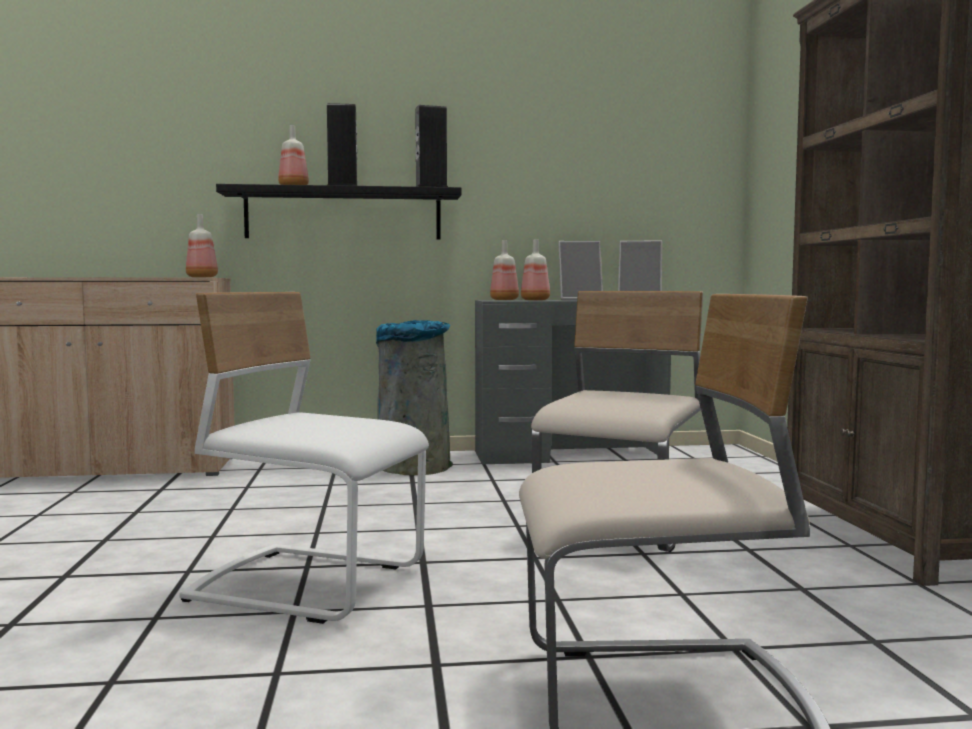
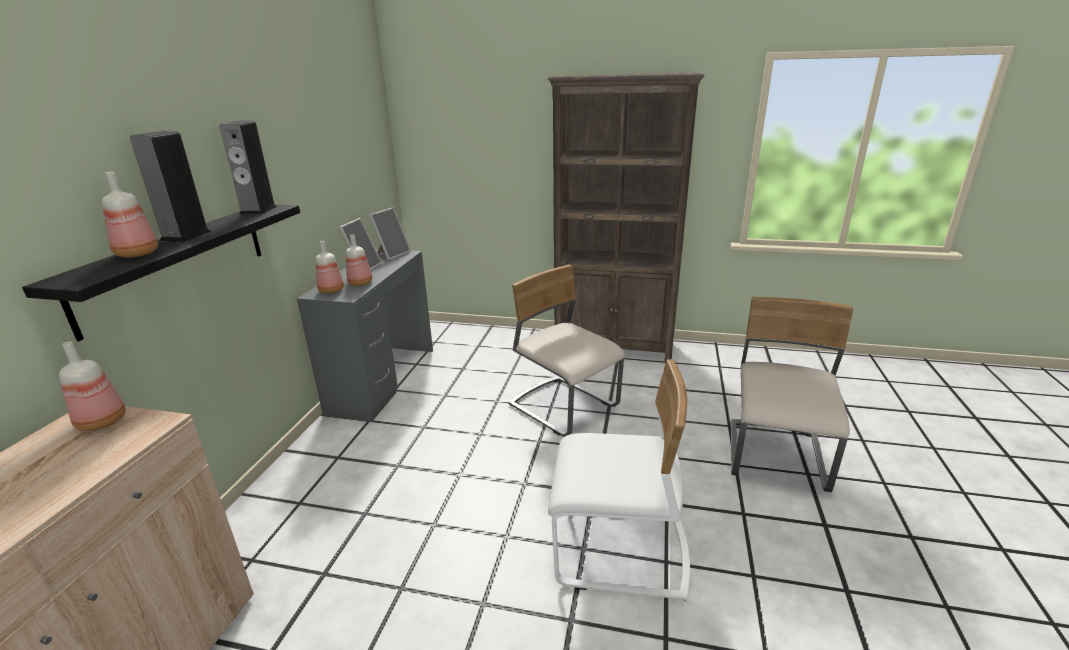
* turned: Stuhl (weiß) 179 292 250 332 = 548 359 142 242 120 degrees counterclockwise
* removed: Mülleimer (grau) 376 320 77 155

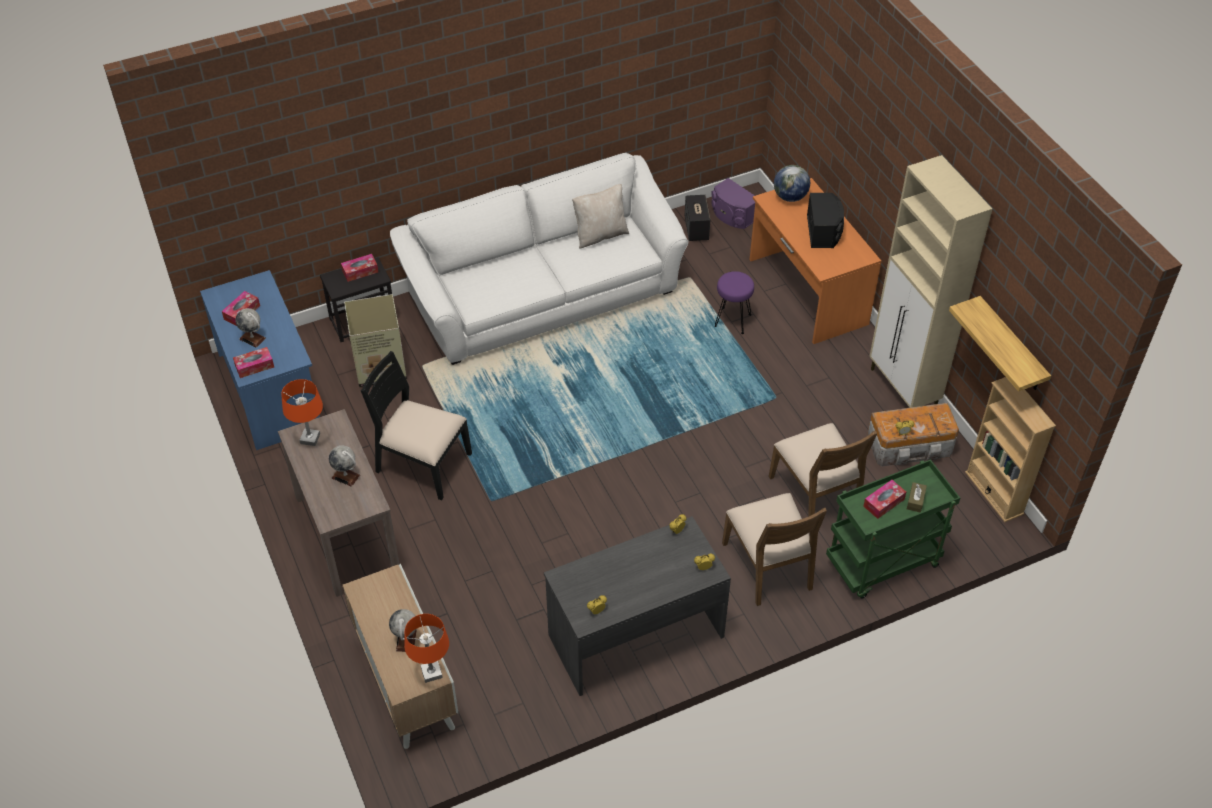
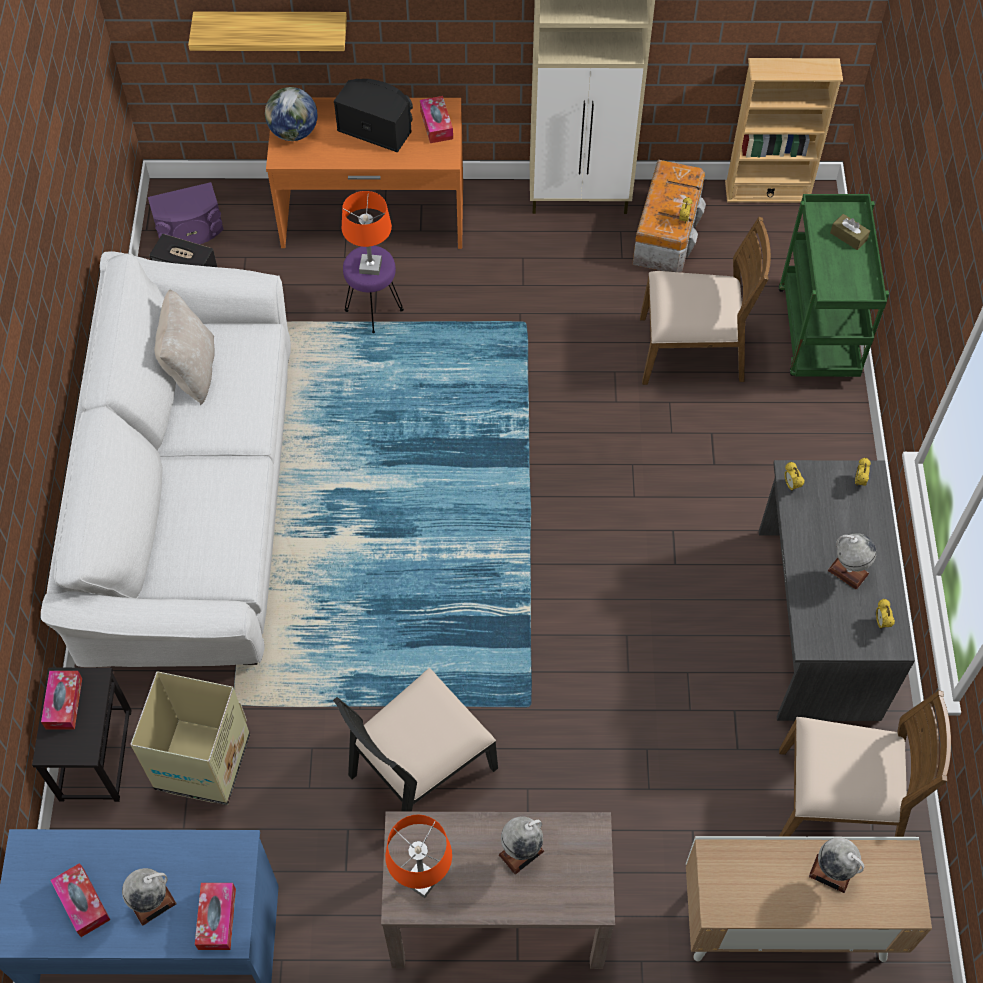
* moved: Wandregal 949 296 102 96 to 188 12 159 39
* moved: Taschentuchbox 863 480 43 39 to 420 96 33 47
* moved: Stuhl (braun) 722 493 105 113 to 779 690 172 147
* moved: Tischlampe (orange) 404 614 45 69 to 342 191 50 84
* added: Globus 828 533 48 57

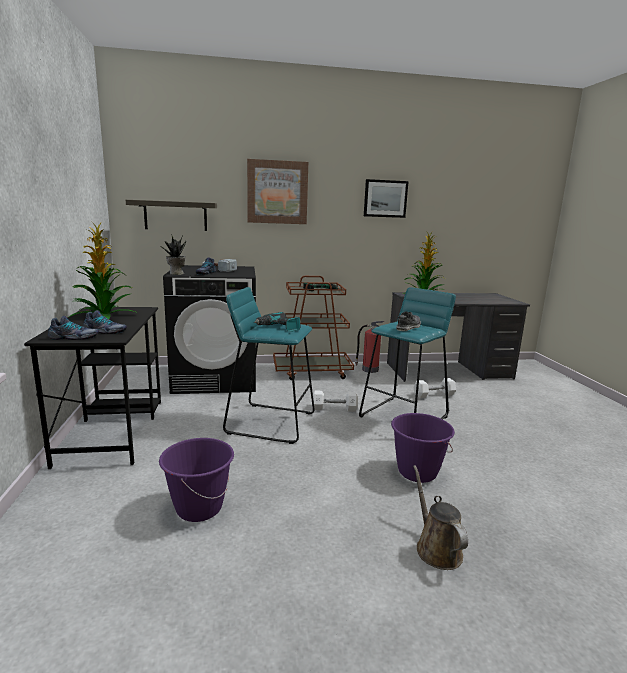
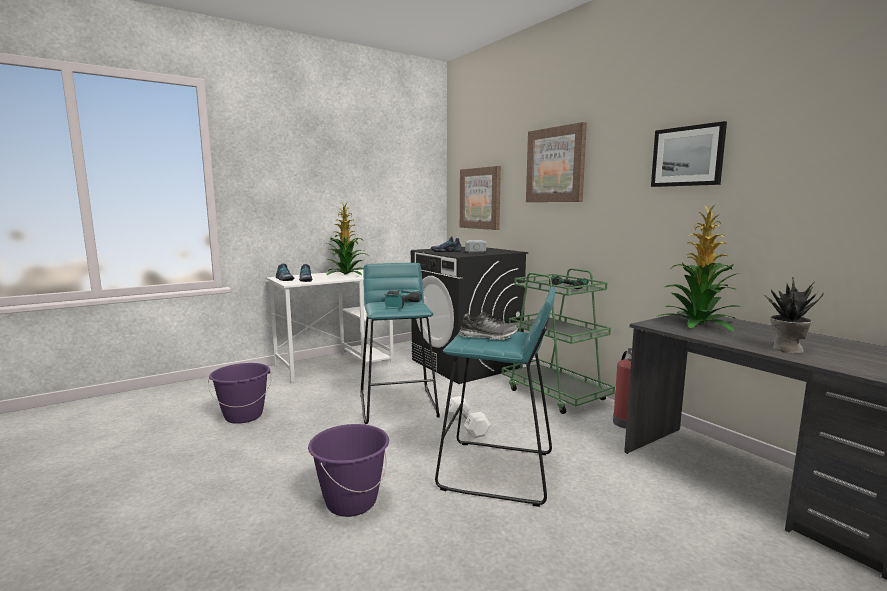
* replaced: Wandregal 126 200 91 31 to Bild 460 166 41 64
* moved: Topfpflanze 158 234 28 41 to 762 277 62 76
* recoloured: Rollwagen (braun) 273 276 81 104 to Rollwagen (grün) 502 268 113 146
* recoloured: Schreibtisch (schwarz) 24 307 137 162 to Schreibtisch (weiß) 266 270 128 113
* removed: Hantel (weiß) 413 378 43 20
* removed: Gießkanne (braun) 413 465 55 105

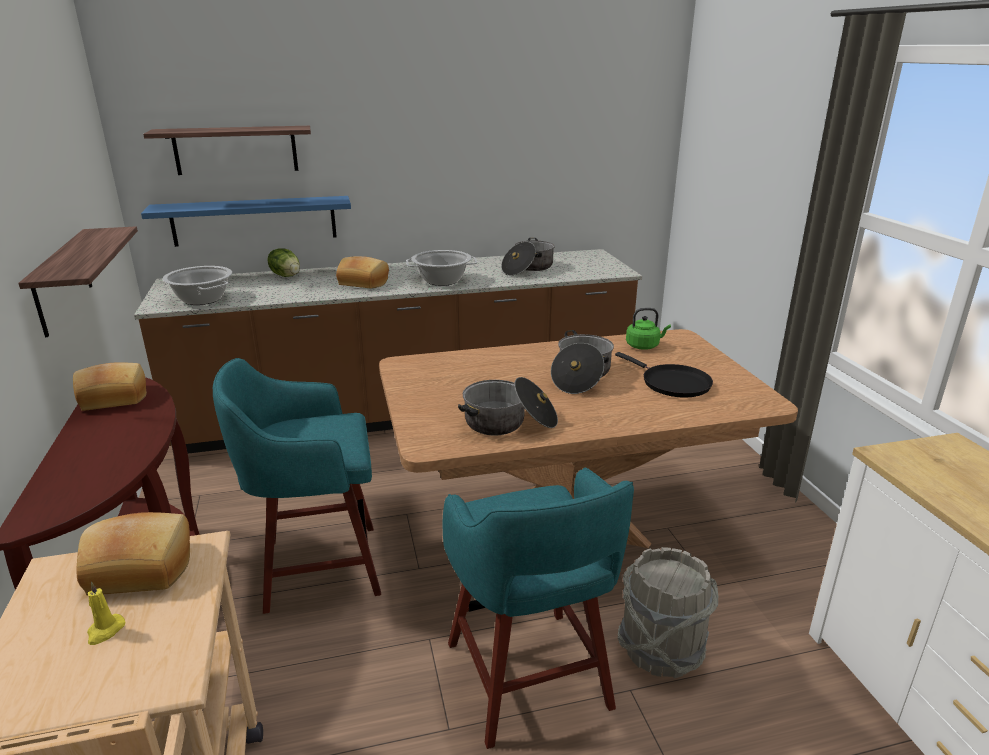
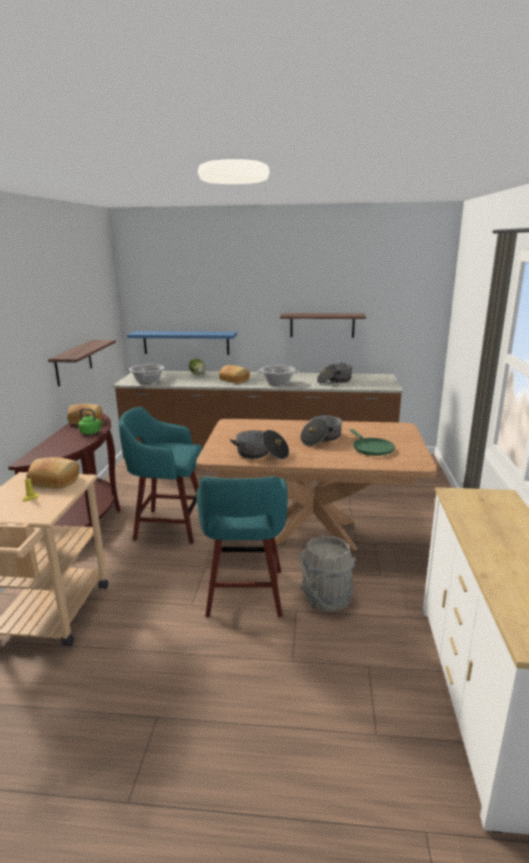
* moved: Wandregal 143 126 168 49 to 280 313 86 25
* moved: Wasserkessel (grün) 626 308 45 42 to 78 409 25 26
* recoloured: Pfanne (schwarz) 615 352 98 45 to Pfanne (grün) 350 429 45 27

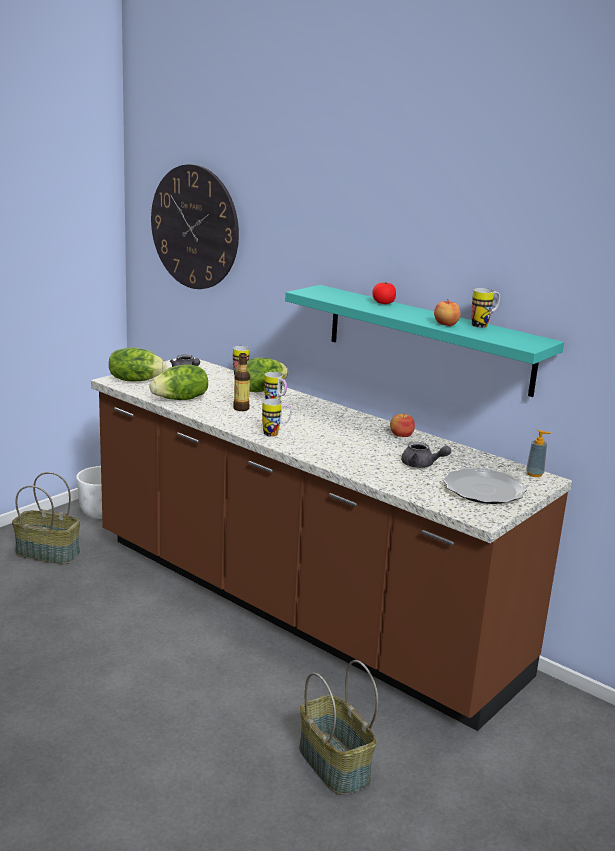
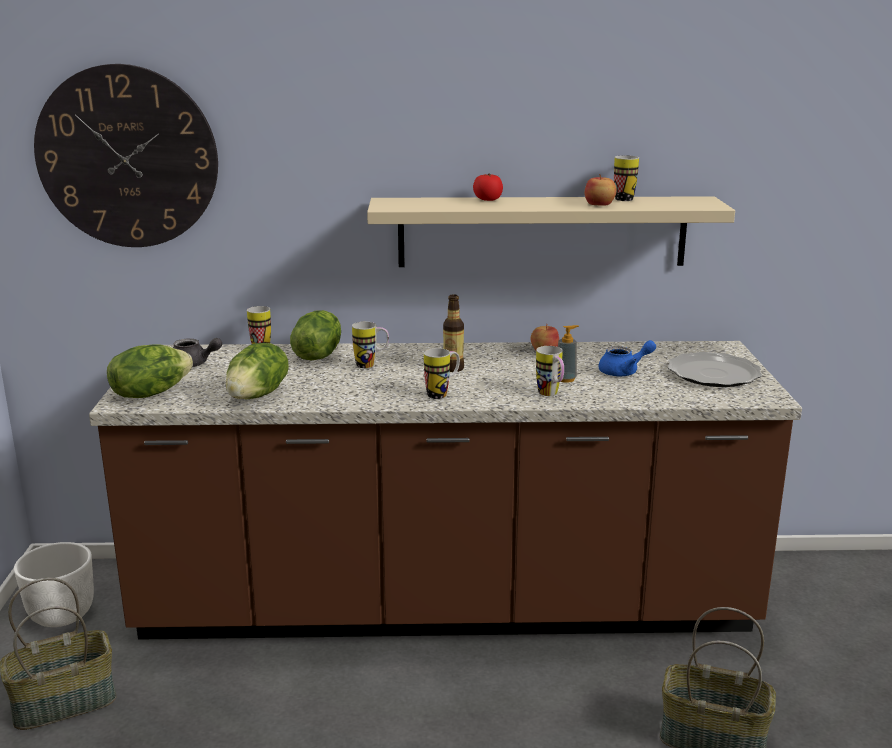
* recoloured: Wandregal (türkis) 285 285 279 112 to Wandregal (beige) 367 196 368 71
* moved: Flasche 233 353 17 58 to 443 294 21 78
* moved: Seifenspender 526 430 24 47 to 558 325 21 58
* recoloured: Teekanne (grau) 401 442 50 26 to Teekanne (blau) 599 340 57 36
* added: Henkelbecher 536 346 28 50

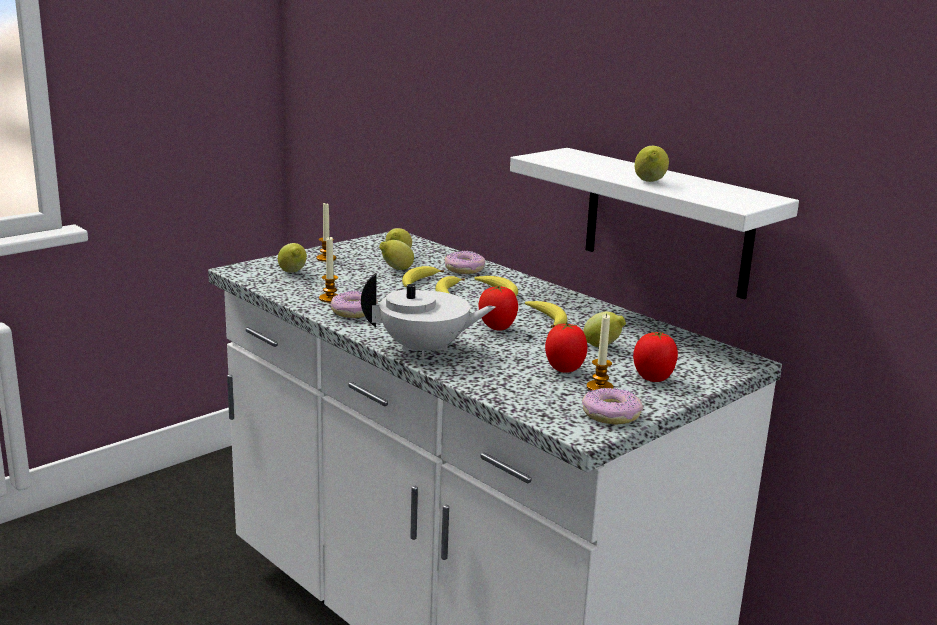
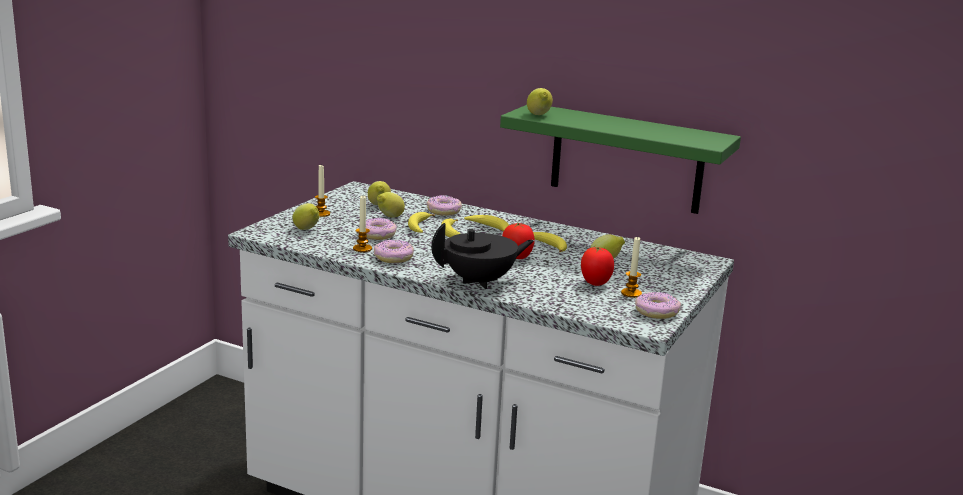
* moved: Zitrone 635 146 34 36 to 527 88 26 27
* recoloured: Wandregal (weiß) 510 148 289 151 to Wandregal (grün) 500 105 241 109
* recoloured: Teekanne (weiß) 361 273 135 86 to Teekanne (schwarz) 431 223 103 66
* removed: Tomate 633 332 45 50
* added: Donut 359 218 38 22

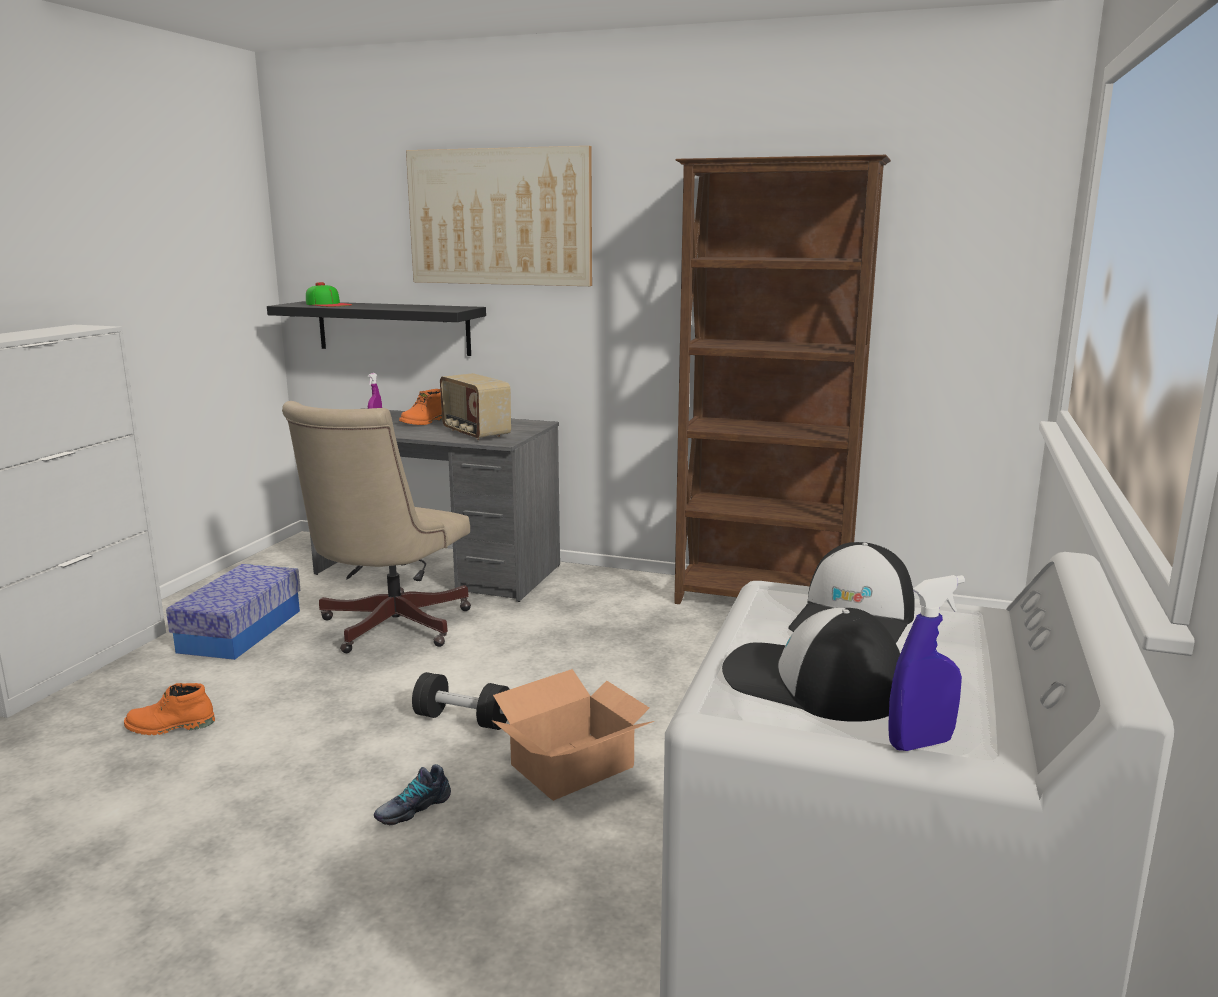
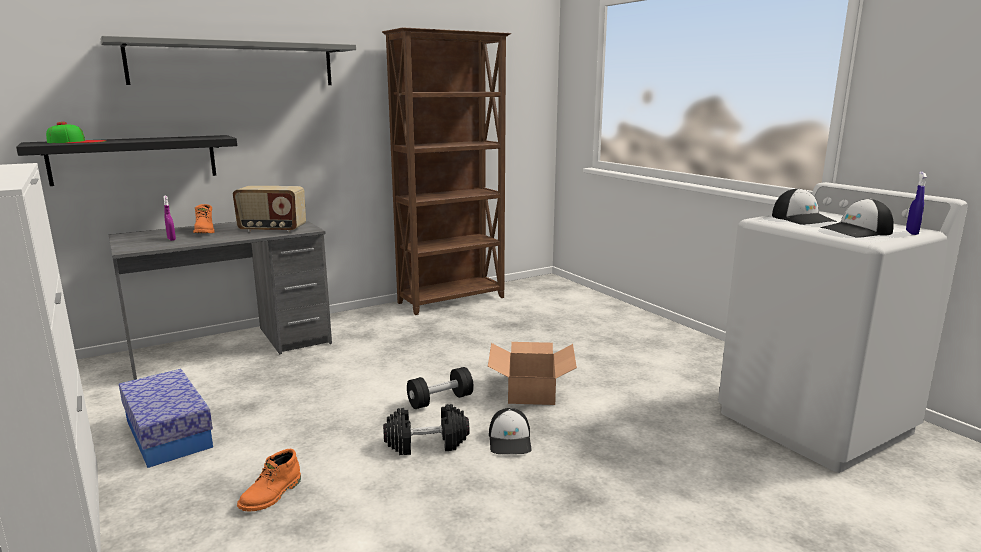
* replaced: Bild 406 146 186 140 to Wandregal (grau) 101 36 255 49
* removed: Bürostuhl (beige) 282 401 189 252
* replaced: Schuh 374 764 77 61 to Kappe 489 408 42 46
* added: Hantel (schwarz) 383 404 87 51

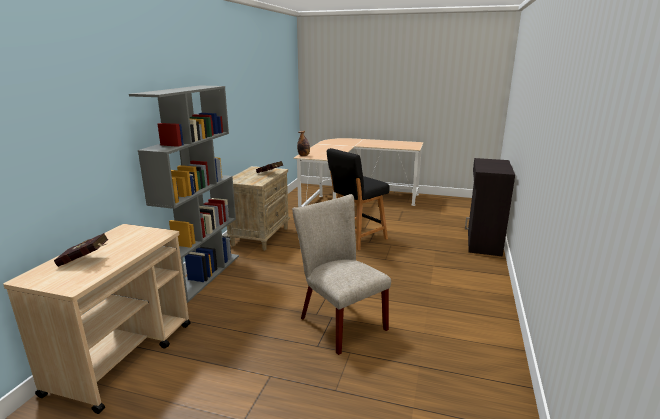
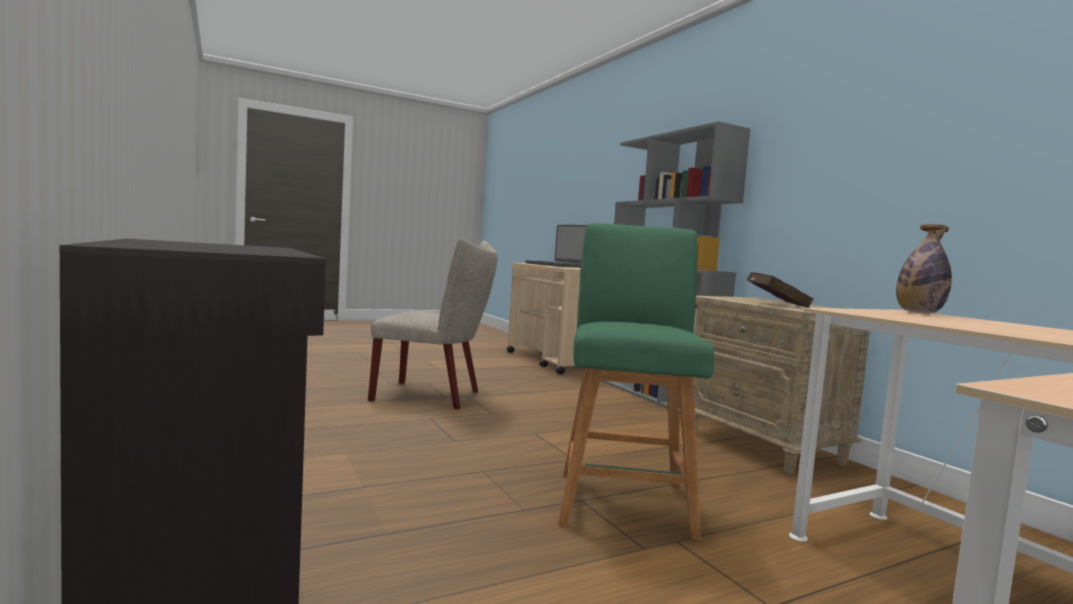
* recoloured: Hocker (schwarz) 327 148 62 102 to Hocker (grün) 558 223 156 317
* replaced: Buch (rot) 54 233 55 34 to Laptop 526 225 61 43

